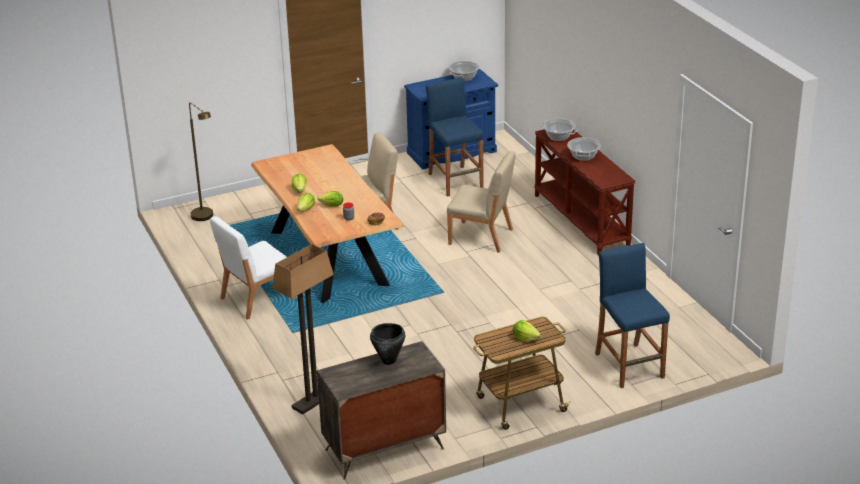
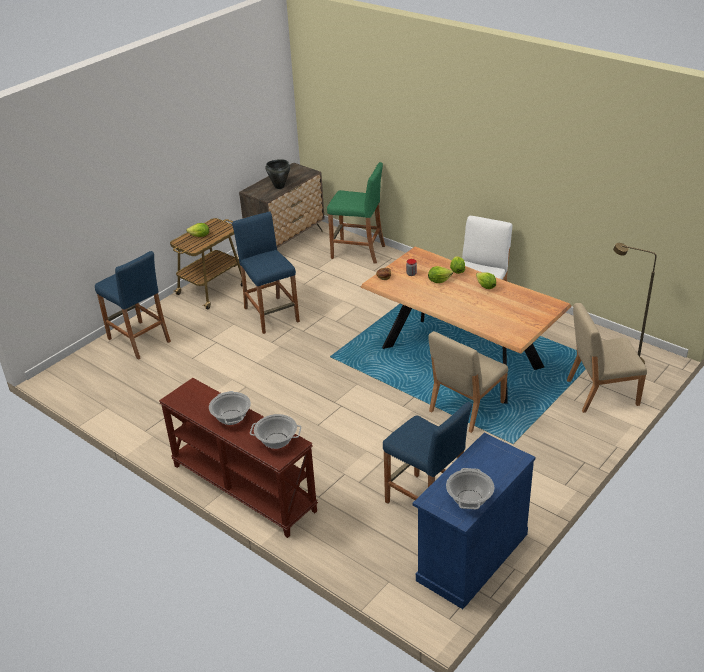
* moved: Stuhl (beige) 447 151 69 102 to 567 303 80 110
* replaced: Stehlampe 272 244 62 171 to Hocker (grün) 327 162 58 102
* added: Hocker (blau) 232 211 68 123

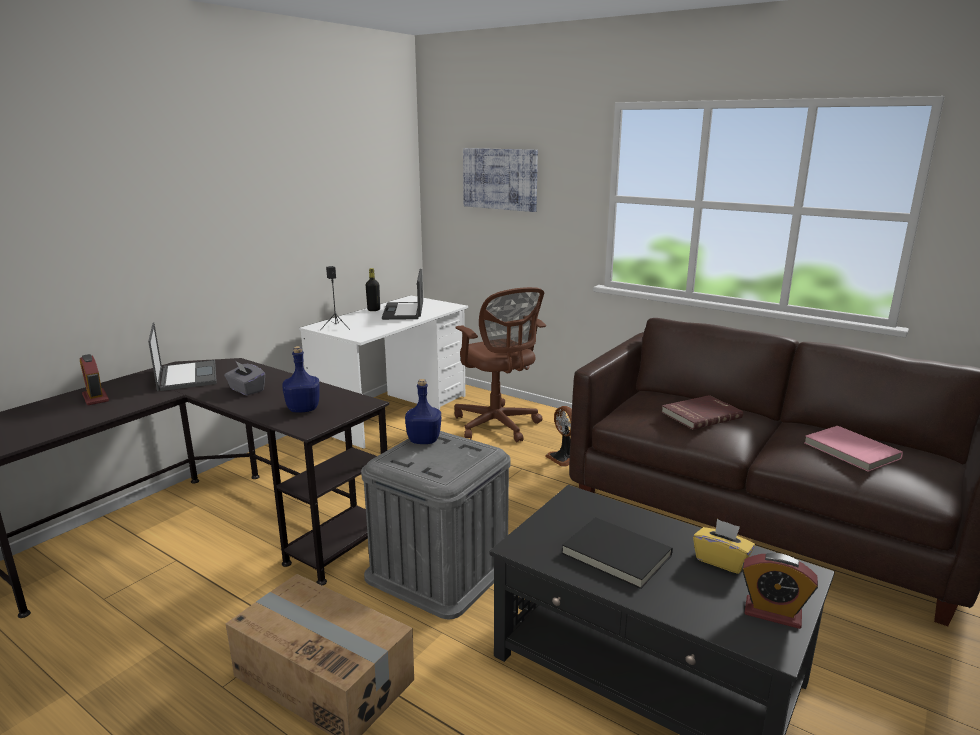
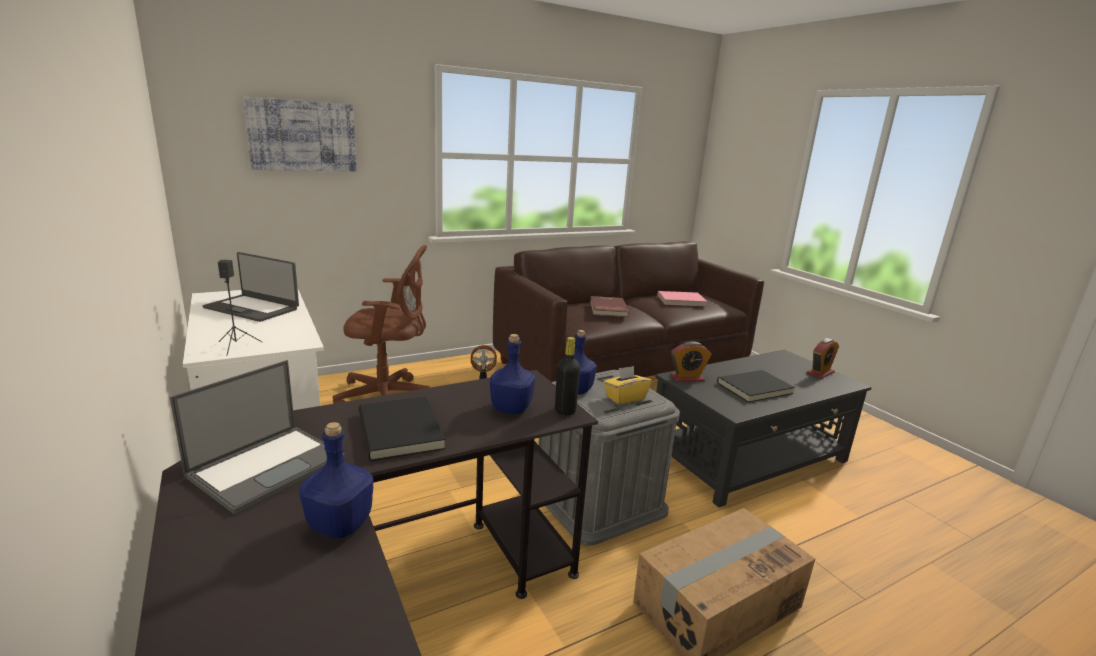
* moved: Flasche (schwarz) 366 268 14 43 to 555 337 25 79
* turned: Laptop 148 322 69 69 = 170 360 175 155 120 degrees clockwise
* moved: Wecker 80 354 29 51 to 671 341 41 41
* replaced: Taschentuchbox (grau) 224 362 41 34 to Buch (schwarz) 359 396 87 65
* moved: Taschentuchbox (gelb) 693 519 62 55 to 604 366 47 39
* added: Flasche (blau) 299 422 74 116

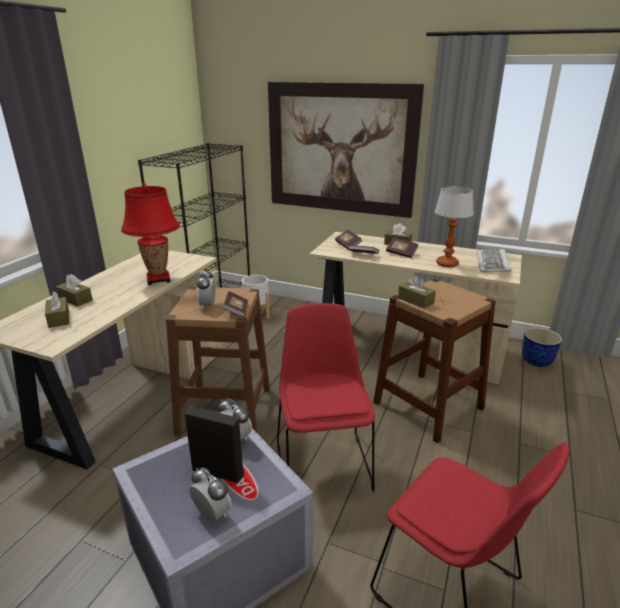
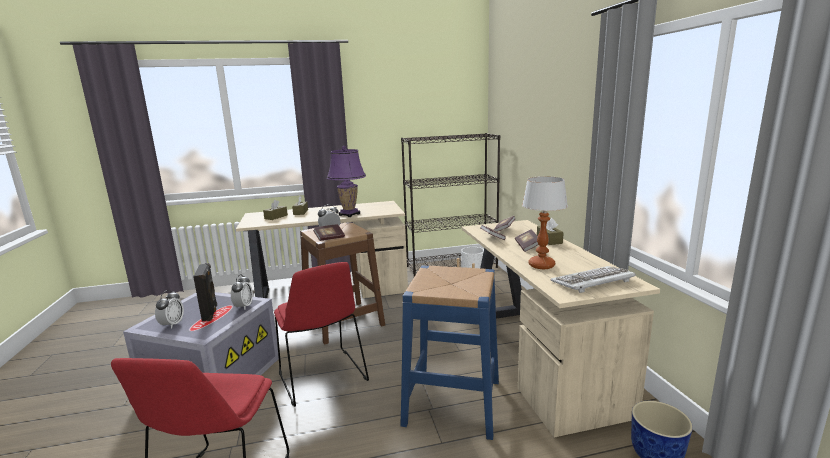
* removed: Bild 268 82 156 136
* recoloured: Tischlampe (rot) 121 183 59 102 to Tischlampe (lila) 327 146 39 71
* removed: Taschentuchbox (braun) 398 276 38 32
* recoloured: Hocker (braun) 373 279 123 164 to Hocker (blau) 400 266 99 174
* turned: Stuhl (rot) 277 303 98 189 = 274 262 95 145 105 degrees clockwise

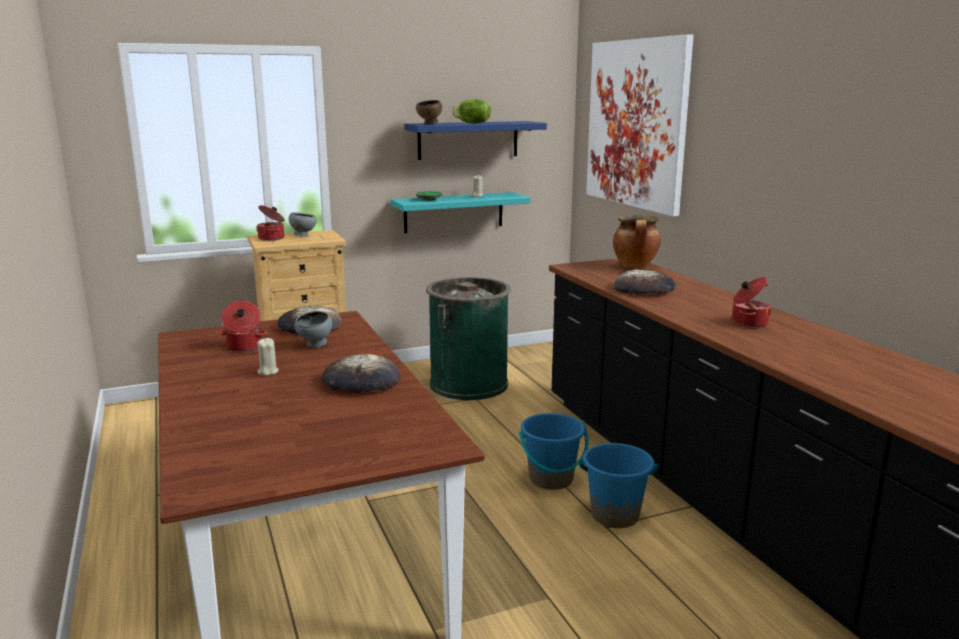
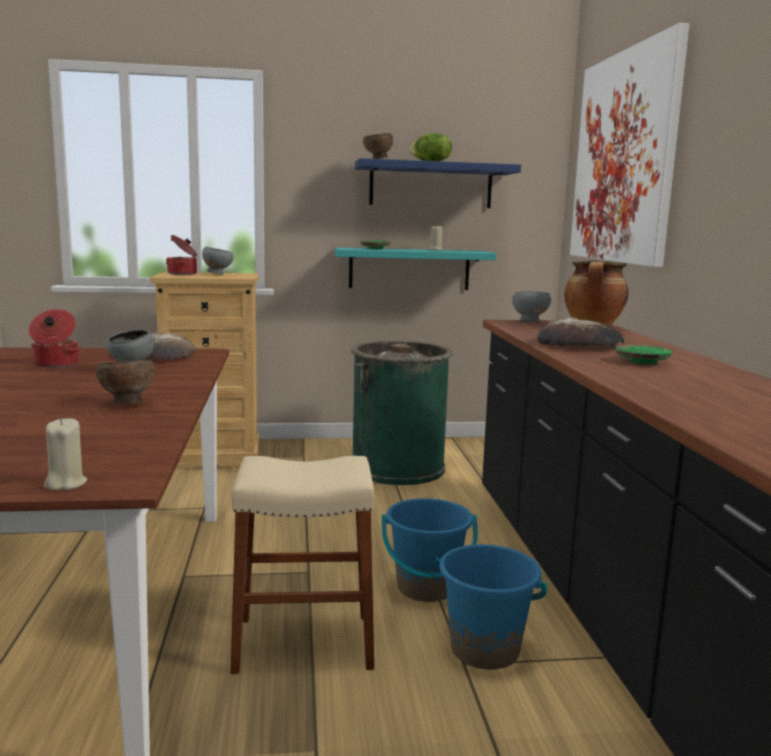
* removed: Kochtopf 732 277 40 51
* moved: Kerze (beige) 258 338 21 38 to 44 418 43 72
* replaced: Brot 321 354 80 38 to Schüssel (braun) 96 360 60 44
* added: Schüssel (grau) 512 291 39 31
* added: Teller (grün) 615 345 57 19
* added: Hocker (beige) 231 456 143 218

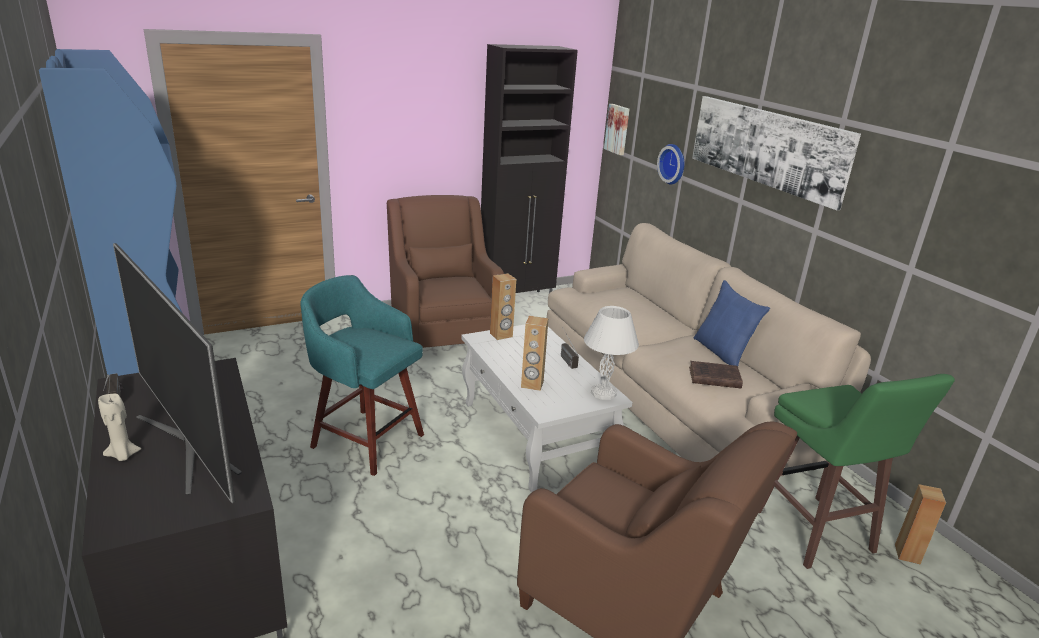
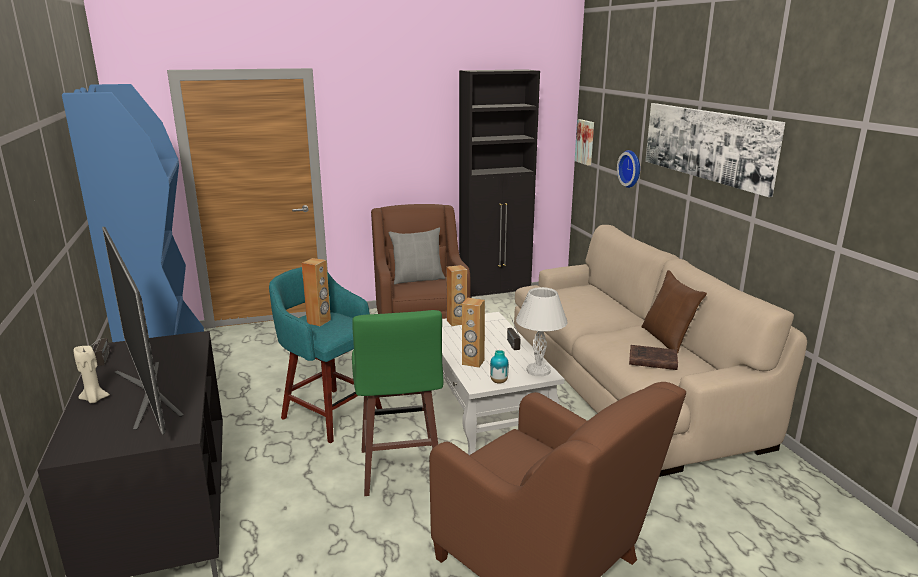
* recoloured: Kissen (blau) 694 280 76 86 to Kissen (braun) 641 270 66 84
* moved: Hocker (grün) 758 374 197 195 to 352 310 92 186
* moved: Lautsprecher (braun) 895 484 51 80 to 302 258 29 68
* added: Kissen (grau) 388 228 57 57
* added: Vase 490 350 19 33

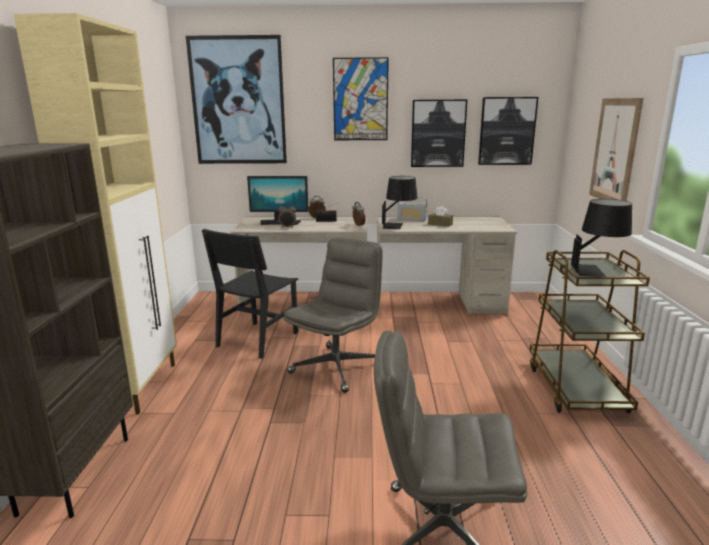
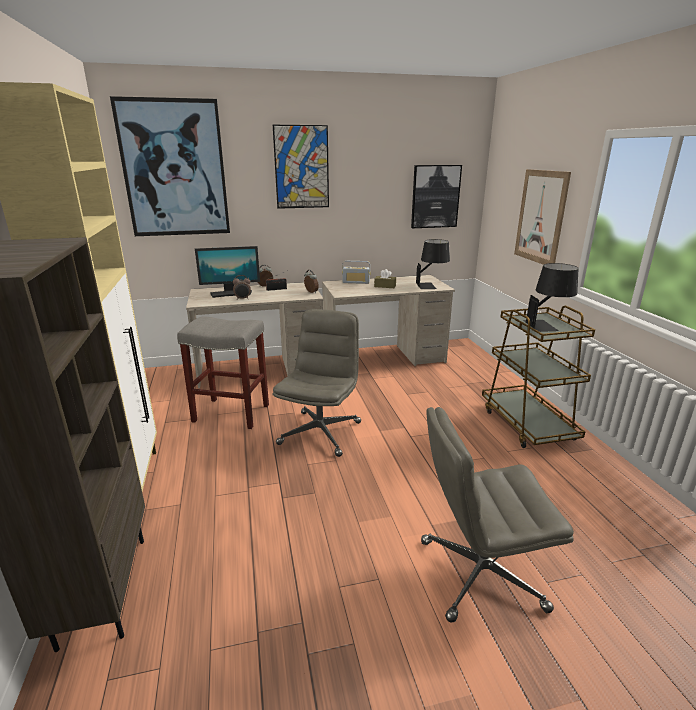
* removed: Bild 411 100 56 67
* moved: Tischlampe (schwarz) 382 176 36 53 to 416 239 34 50
* replaced: Stuhl (schwarz) 202 229 96 130 to Hocker (grau) 177 316 92 113

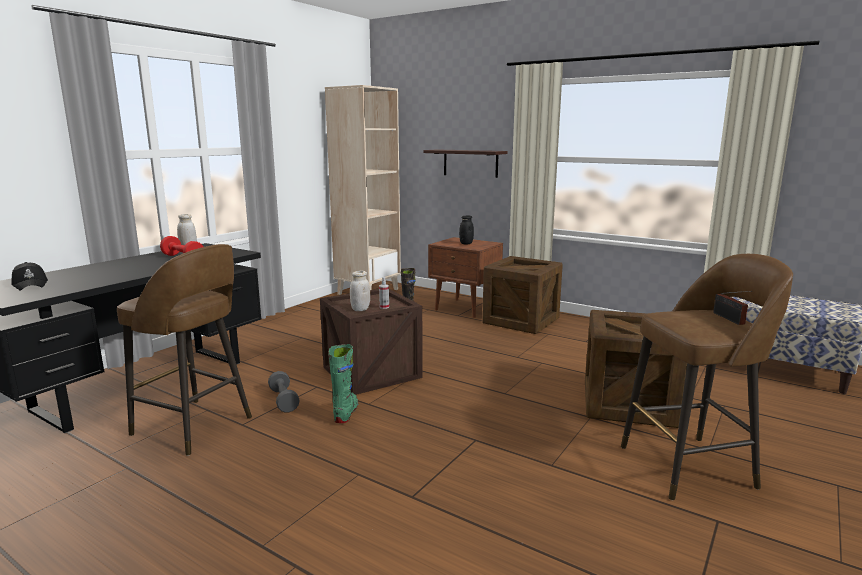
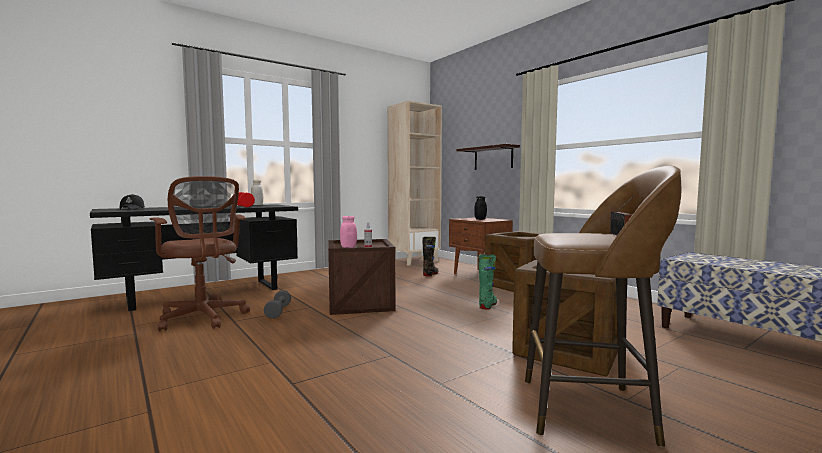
* replaced: Hocker (braun) 117 244 135 212 to Bürostuhl (braun) 150 176 100 155
* recoloured: Vorratsglas (weiß) 350 271 20 40 to Vorratsglas (rosa) 340 216 17 32
* moved: Stiefel (grün) 328 344 30 79 to 479 254 18 56

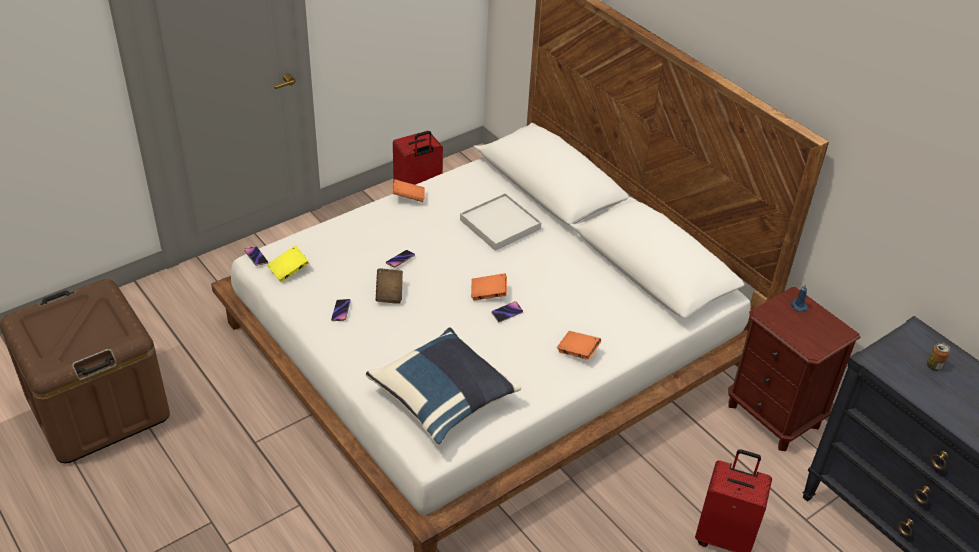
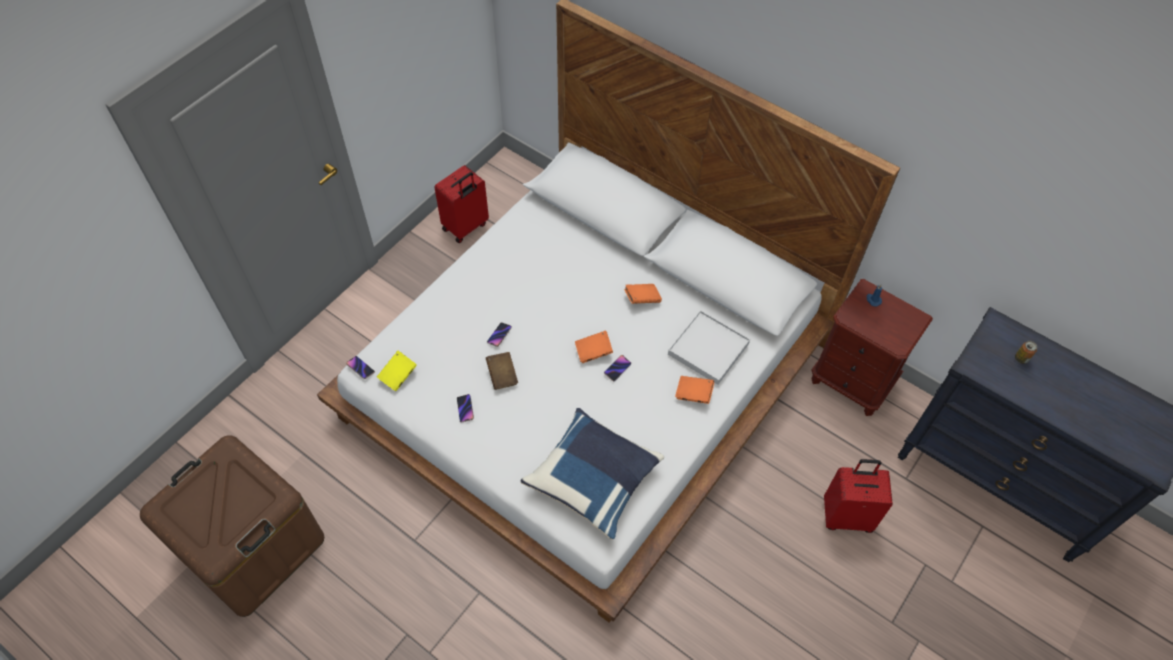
* moved: Buch (orange) 392 179 33 23 to 624 284 38 20
* moved: Tablett (weiß) 460 193 81 58 to 668 310 82 75

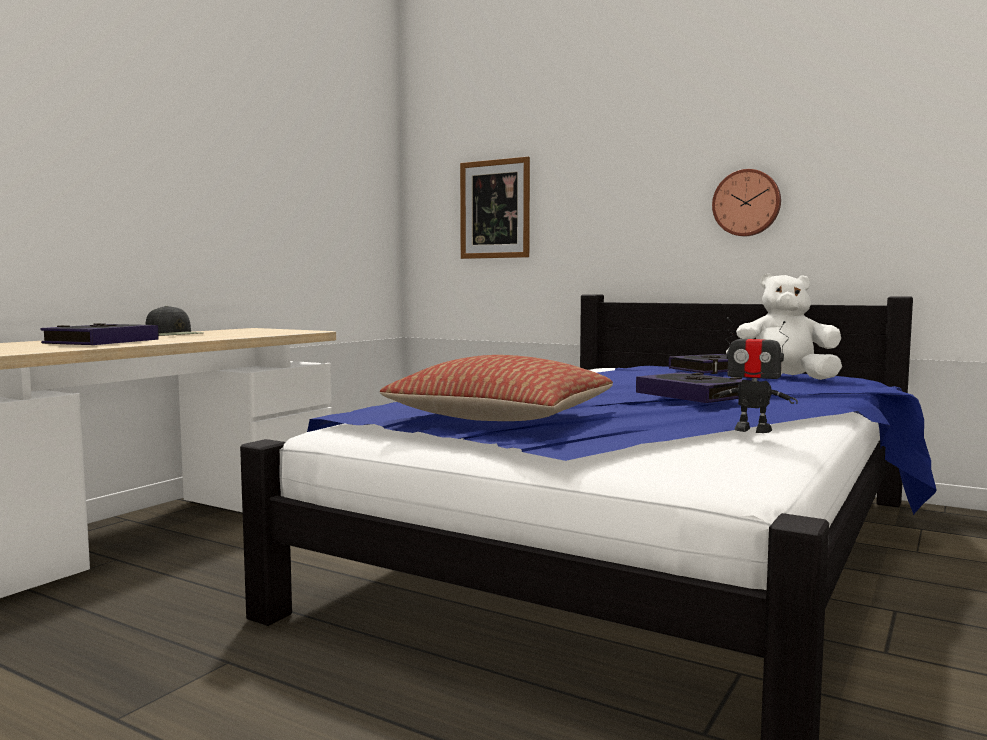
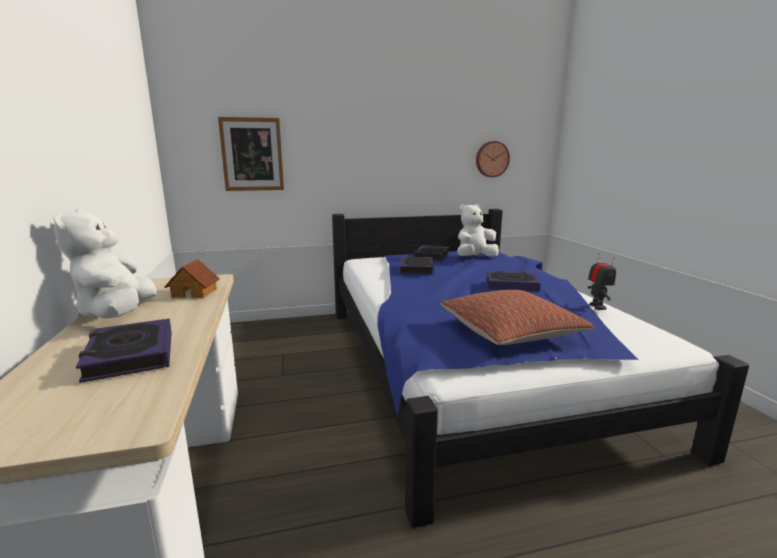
* moved: Wanduhr 712 169 69 67 to 476 141 34 36
* replaced: Kappe (schwarz) 145 306 59 30 to Plüschtier (weiß) 53 210 104 109
* turned: Spielzeugroboter 712 317 86 116 = 588 253 28 57 75 degrees counterclockwise
* added: Buch 400 257 34 17
* added: Spielzeughaus 165 259 55 39

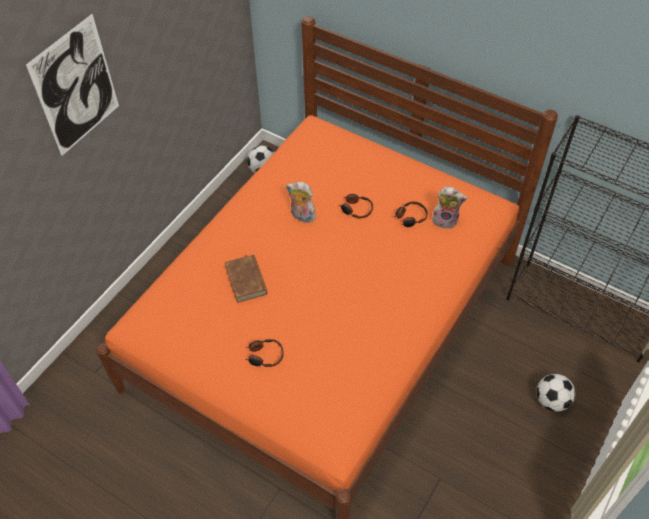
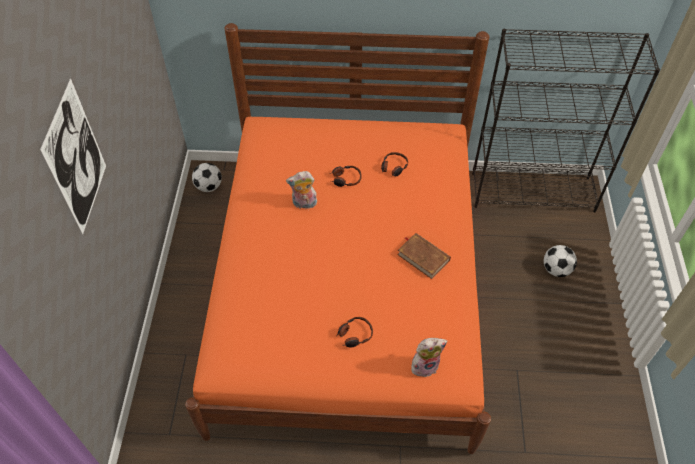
* moved: Plüschtier 432 186 35 43 to 411 338 37 41
* moved: Buch (braun) 225 254 42 49 to 397 233 54 46

